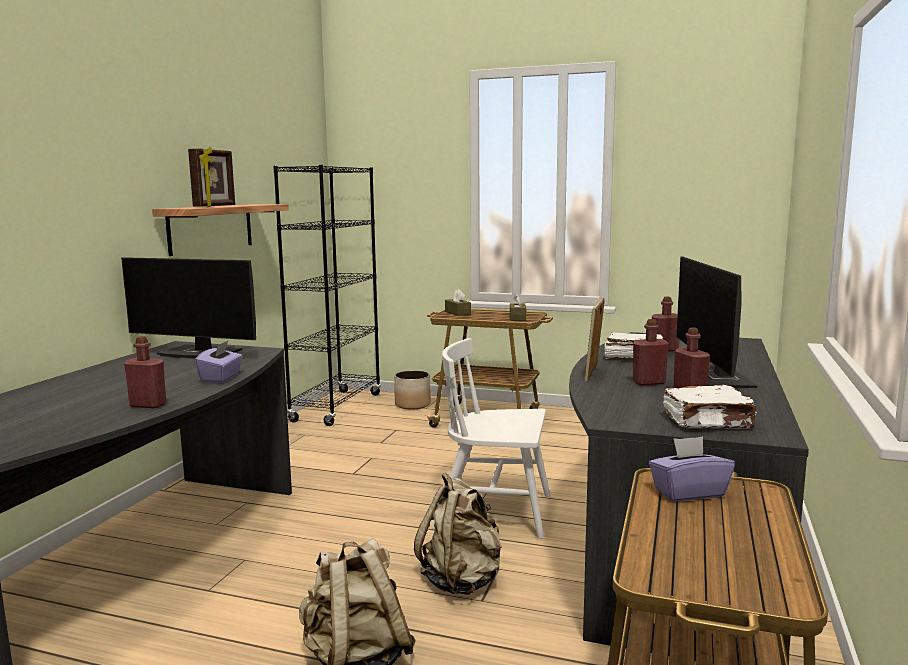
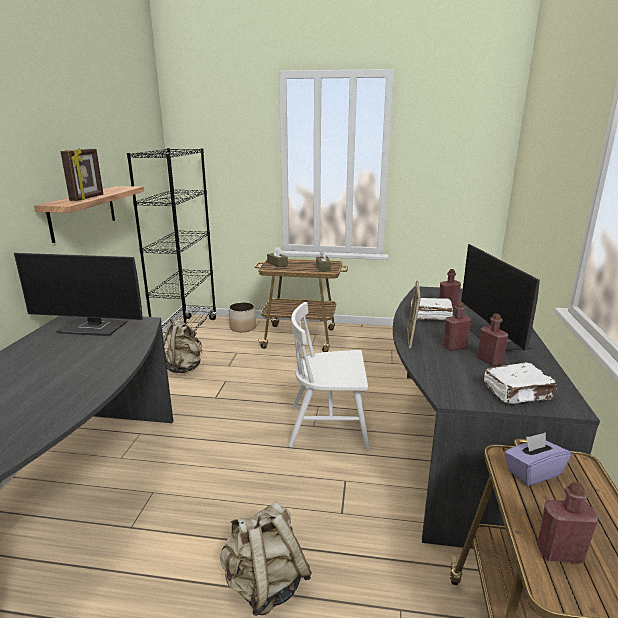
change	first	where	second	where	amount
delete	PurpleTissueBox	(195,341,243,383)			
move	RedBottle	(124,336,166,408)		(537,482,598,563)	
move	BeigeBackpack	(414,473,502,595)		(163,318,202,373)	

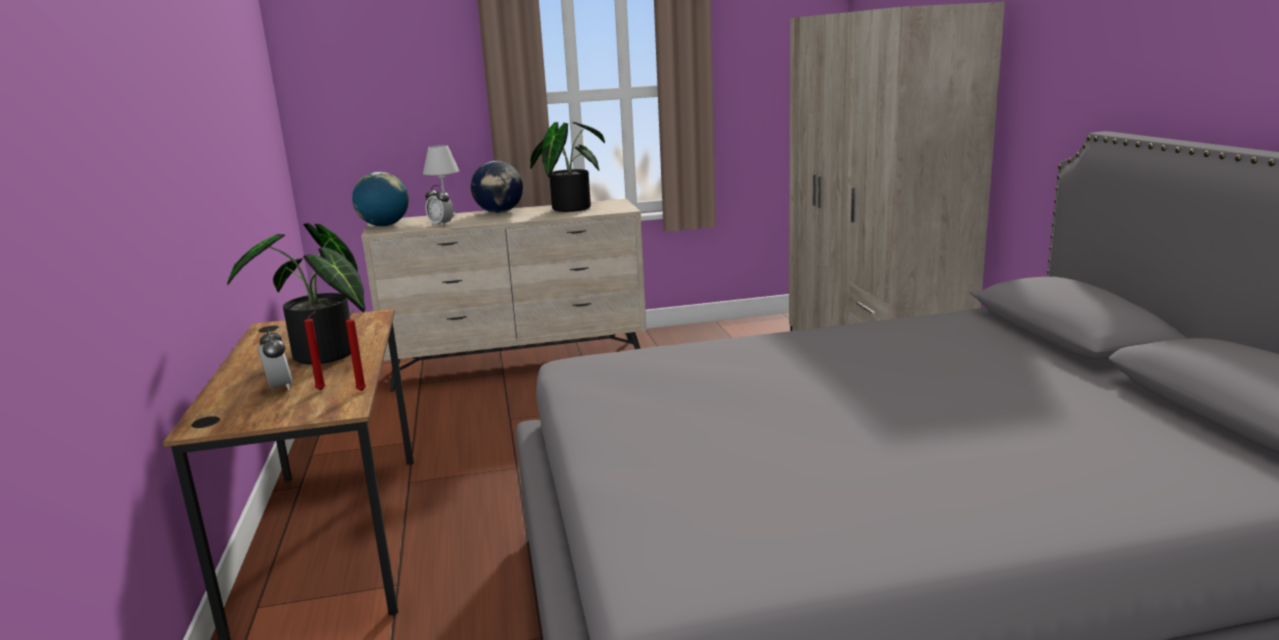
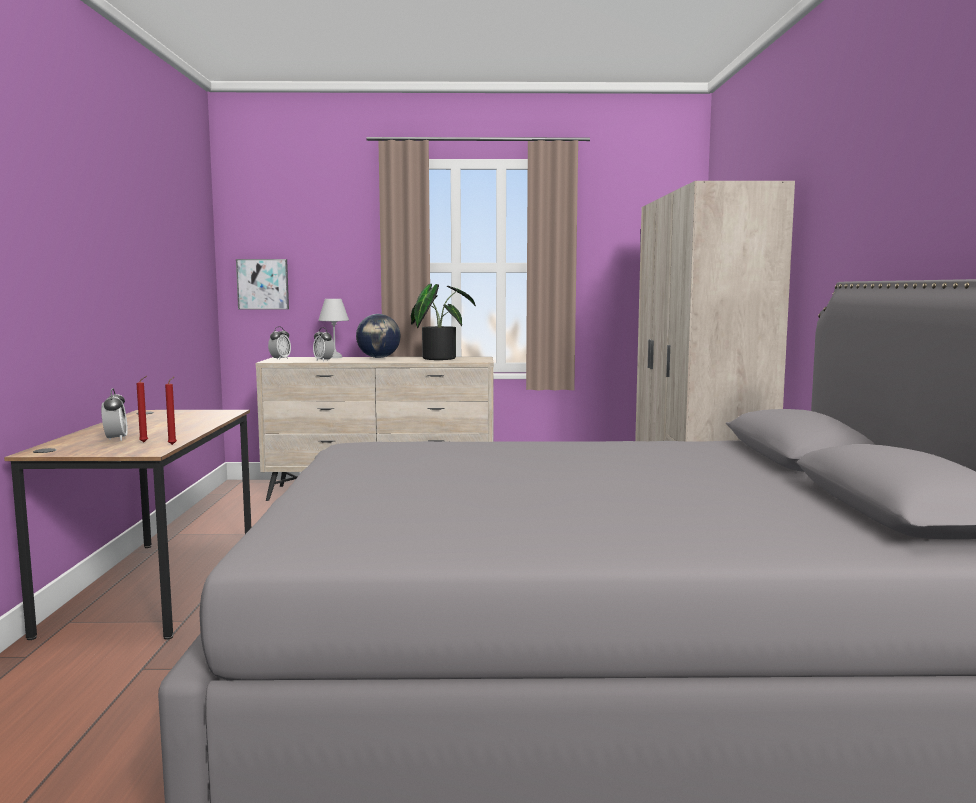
change	first	where	second	where	amount
delete	PottedPlant	(227,223,365,364)			
insert			Picture	(236,259,289,309)	
replace	Globe	(352,172,409,226)	AlarmClock	(268,326,291,360)	

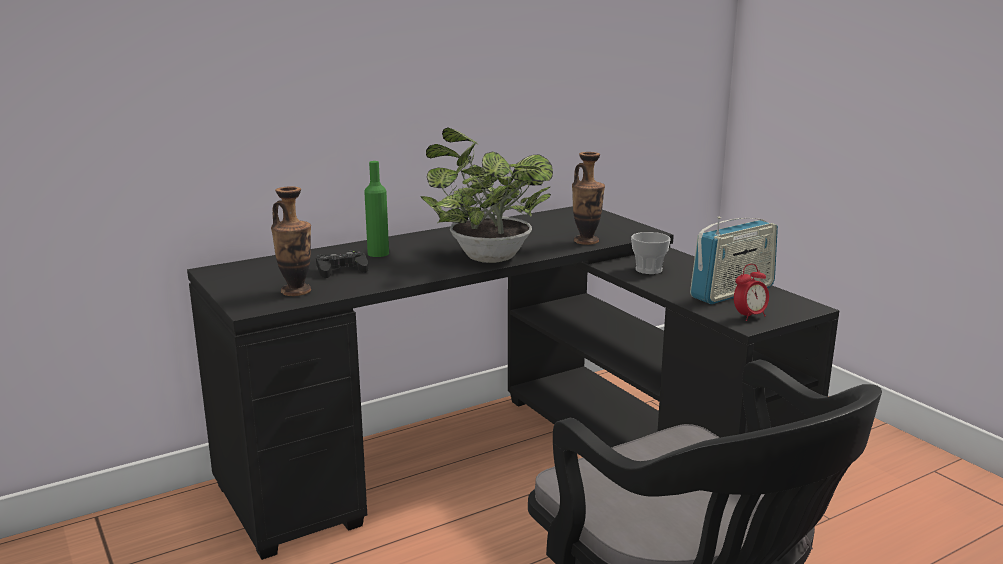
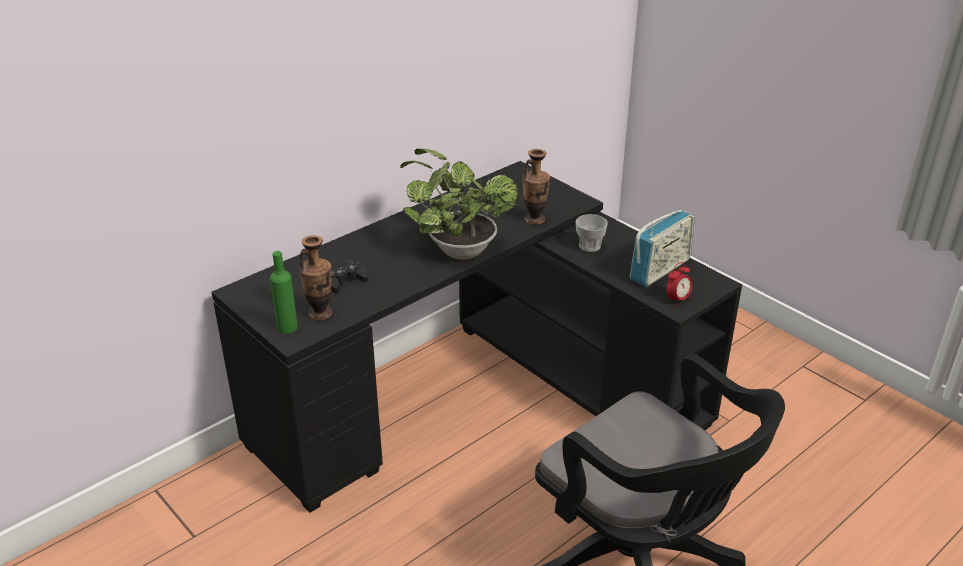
change	first	where	second	where	amount
move	GreenBottle	(364,161,389,257)		(270,251,298,334)	

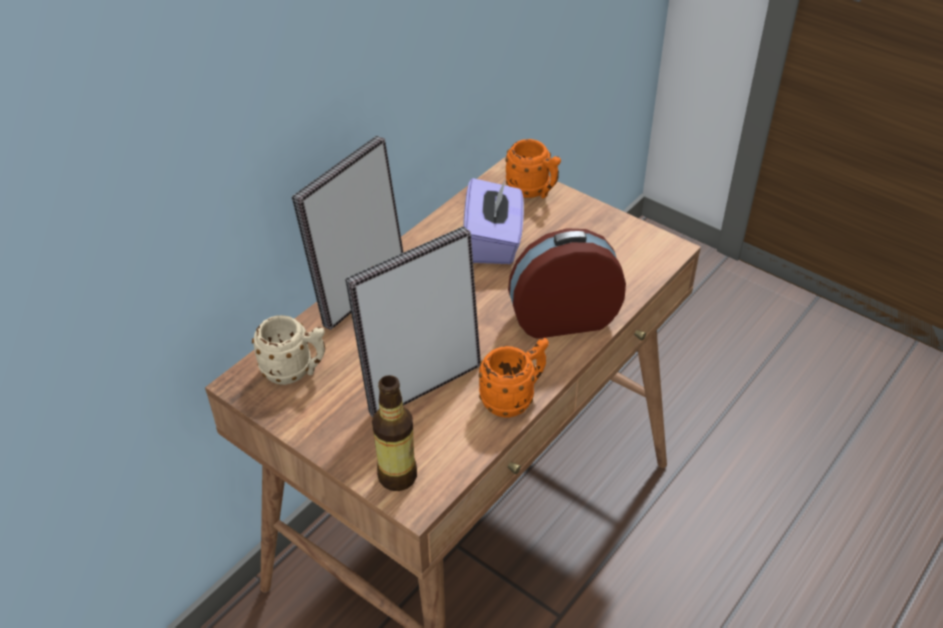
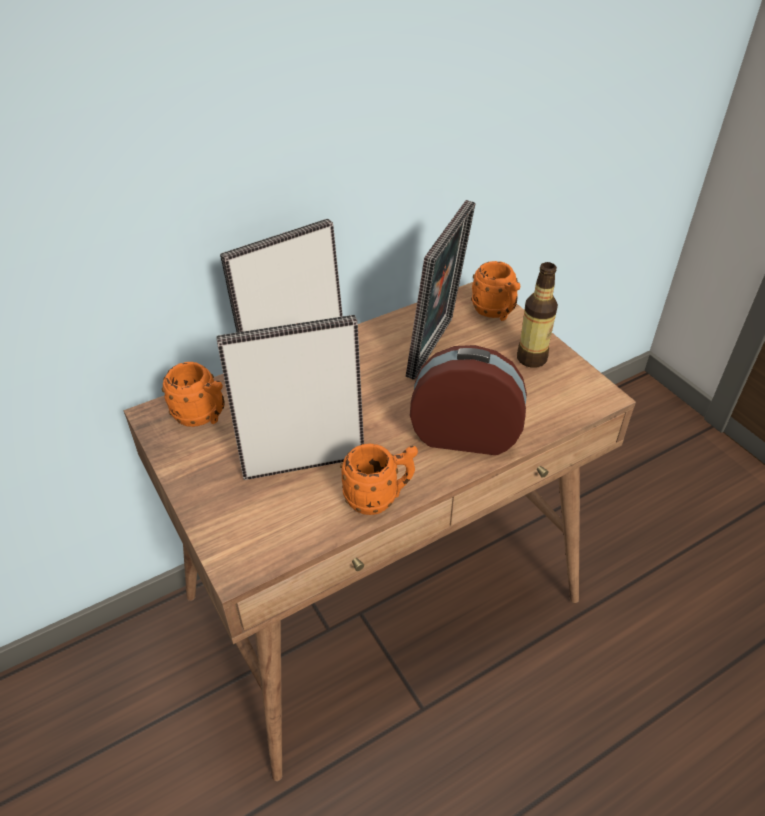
change	first	where	second	where	amount
move	Bottle	(372,375,417,491)		(517,262,558,368)	
replace	PurpleTissueBox	(463,178,524,264)	PictureFrame	(406,200,475,380)	
recolor	BeigeMug	(252,315,325,385)	OrangeMug	(162,362,225,427)	

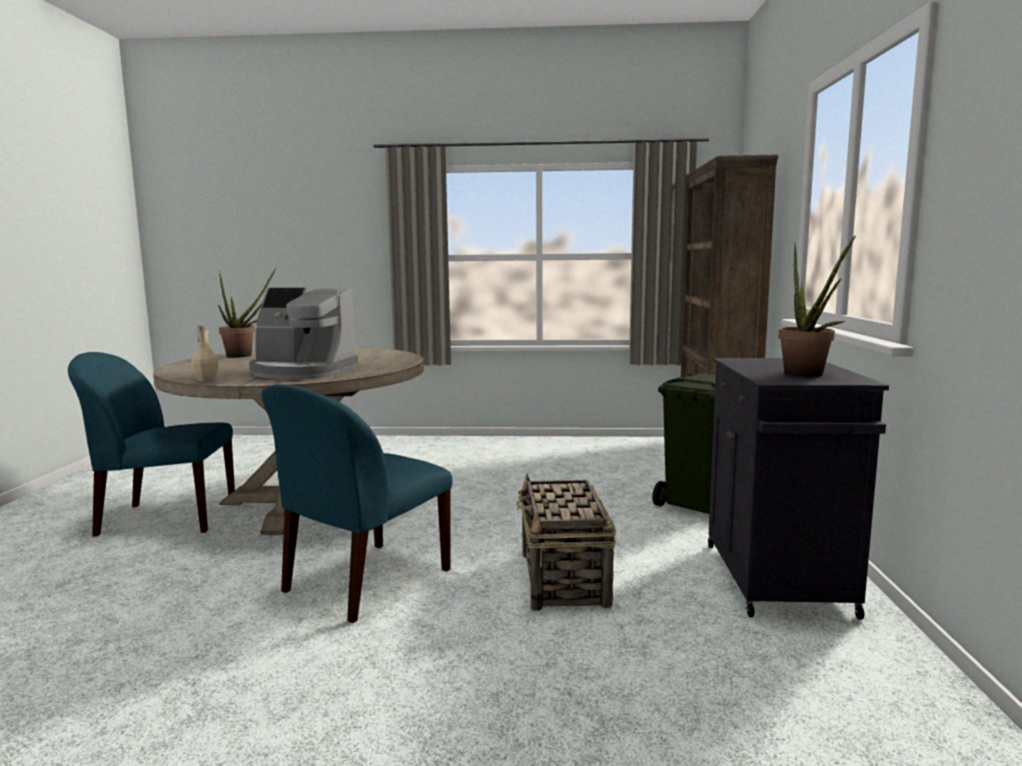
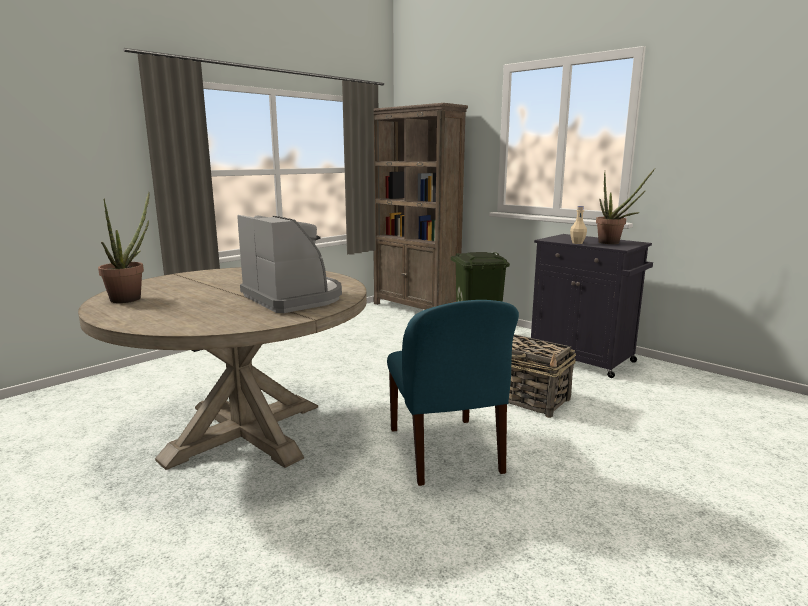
change	first	where	second	where	amount
delete	BlueChair	(68,352,235,537)			
move	BeigeBottle	(191,325,219,382)		(570,206,587,244)	
rotate	CoffeeMachine	(249,288,358,379)		(237,215,342,313)	90 degrees counterclockwise

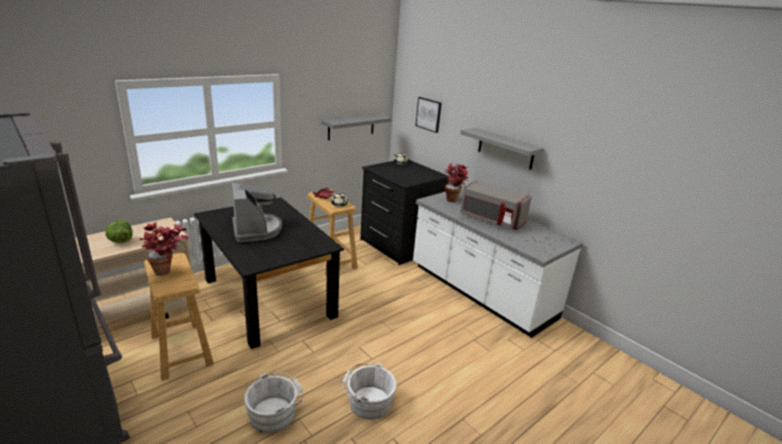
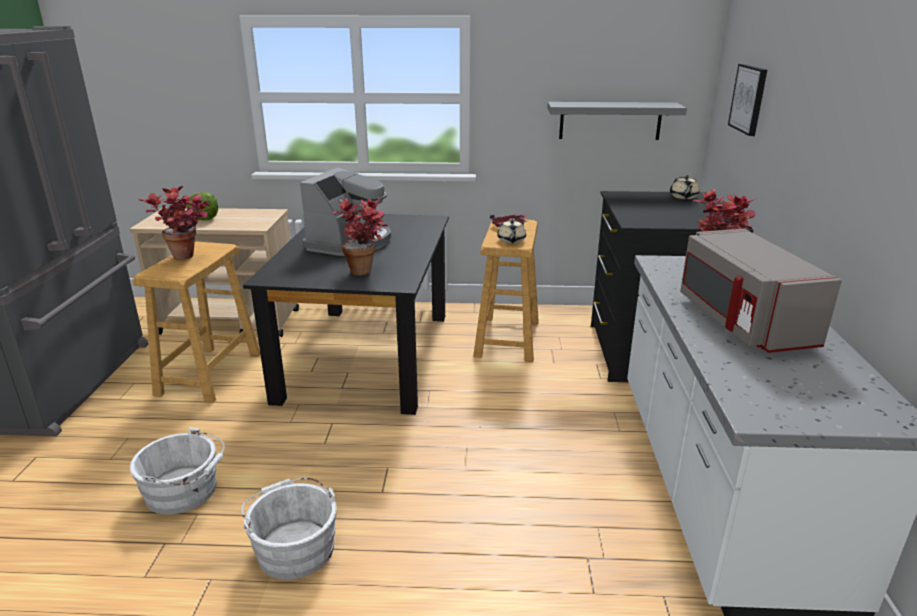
change	first	where	second	where	amount
delete	GreyShelf	(460,128,544,170)			
insert			PottedPlant	(332,198,388,276)	

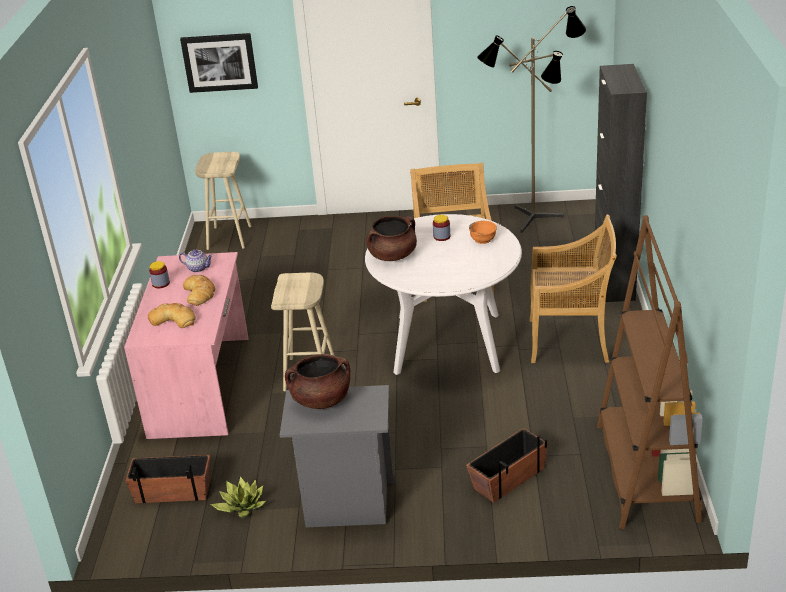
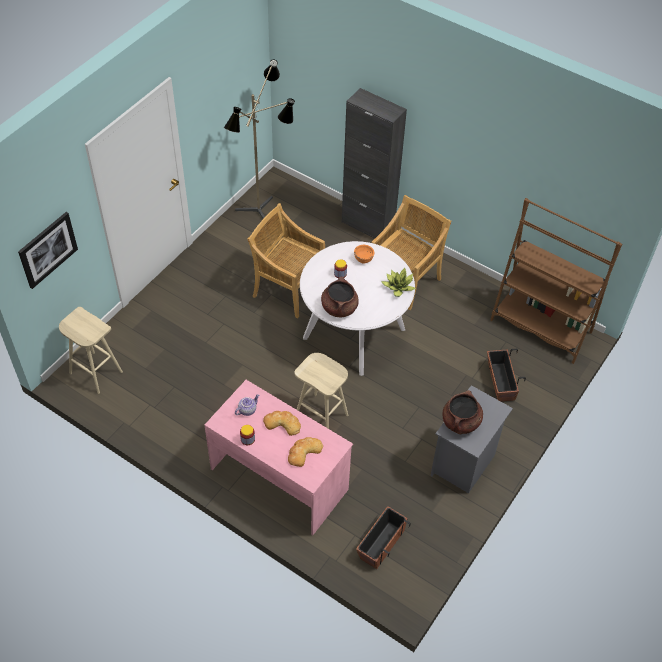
change	first	where	second	where	amount
move	PottedPlant	(210,476,266,518)		(381,268,416,297)	

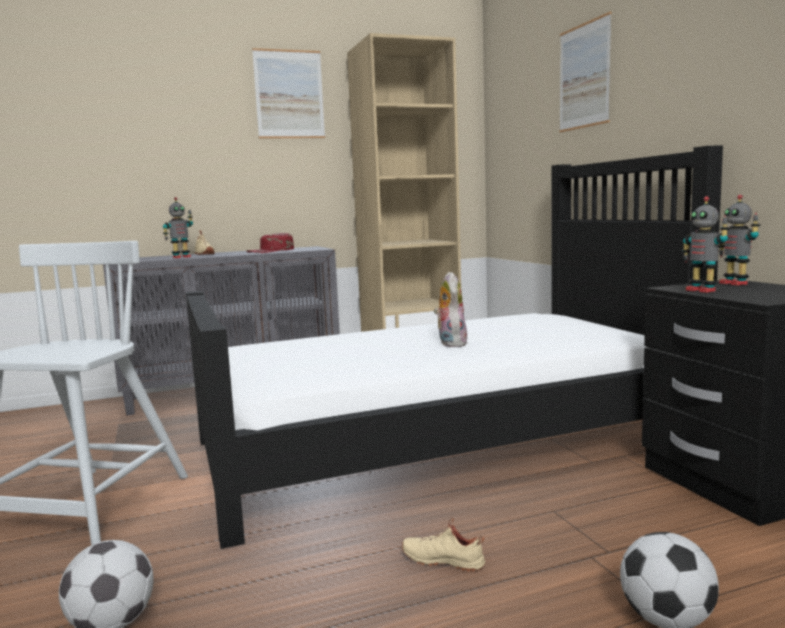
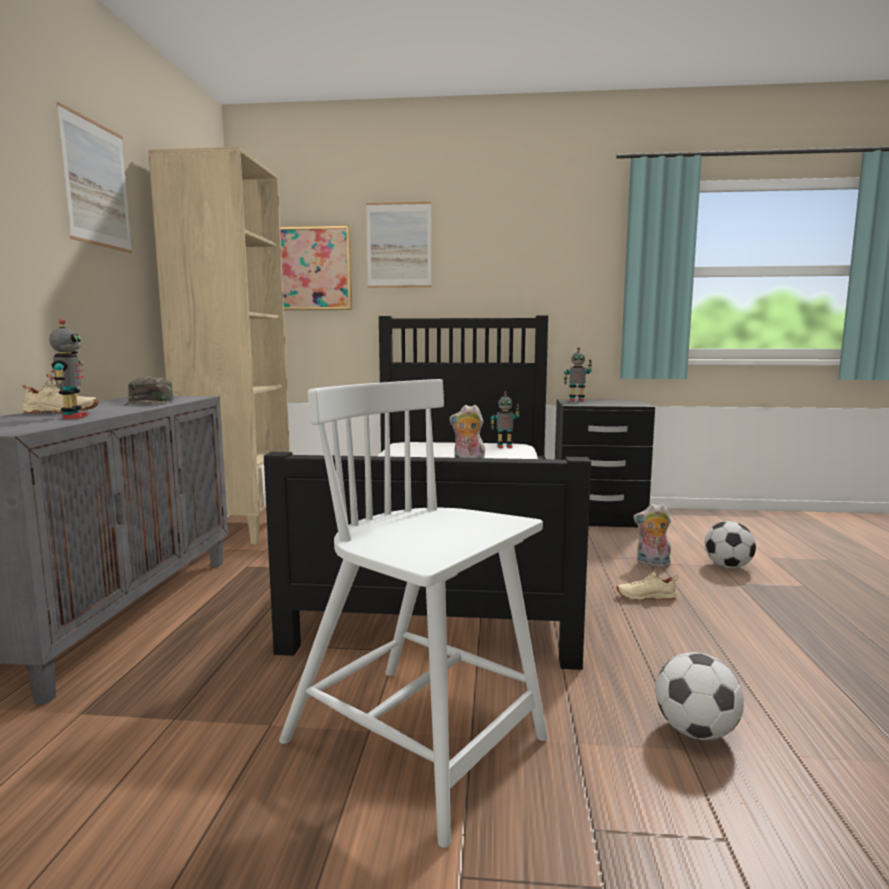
change	first	where	second	where	amount
insert			Picture	(280,226,352,310)	
insert			PlushToy	(633,504,671,568)	
move	ToyRobot	(682,196,730,293)		(490,391,520,448)	
recolor	RedCap	(246,233,294,253)	GreenCap	(124,377,174,405)	
rotate	BeigeShoe	(402,518,485,572)		(617,566,678,601)	45 degrees clockwise

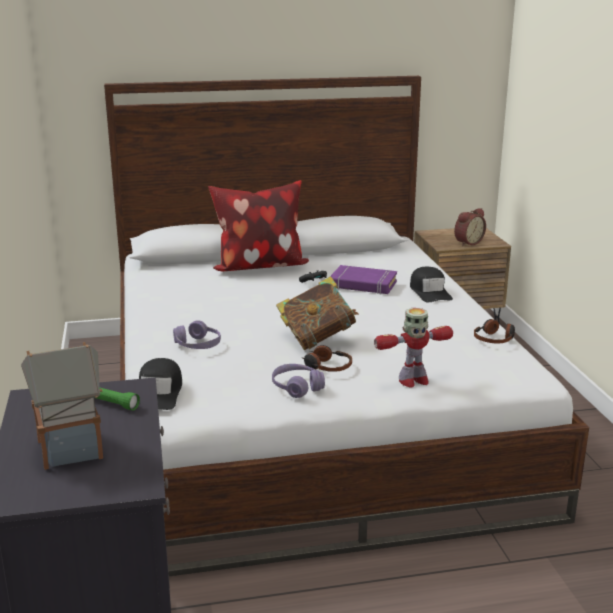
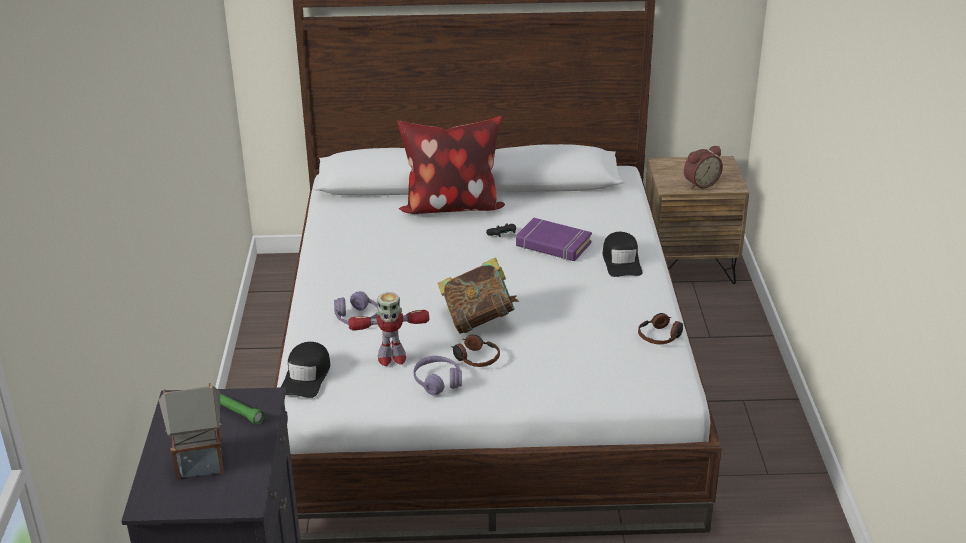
change	first	where	second	where	amount
move	ToyRobot	(374,308,453,388)		(348,292,429,366)	

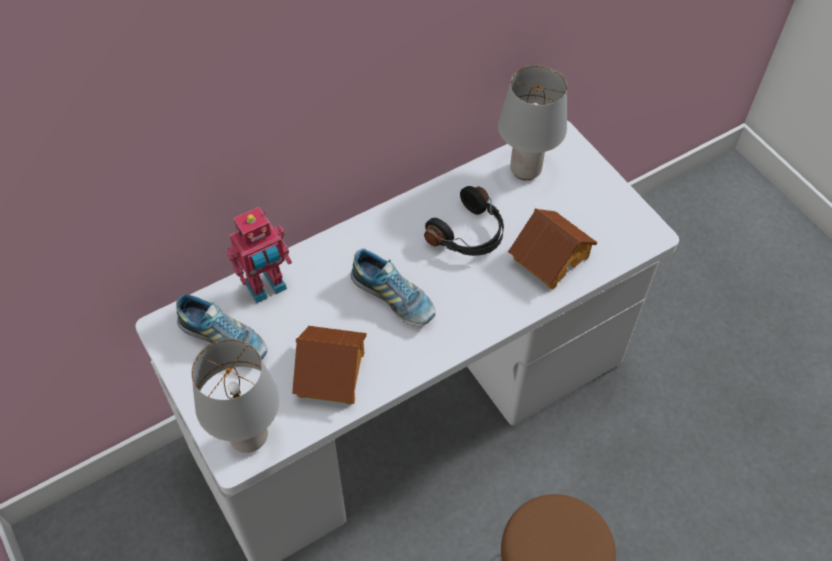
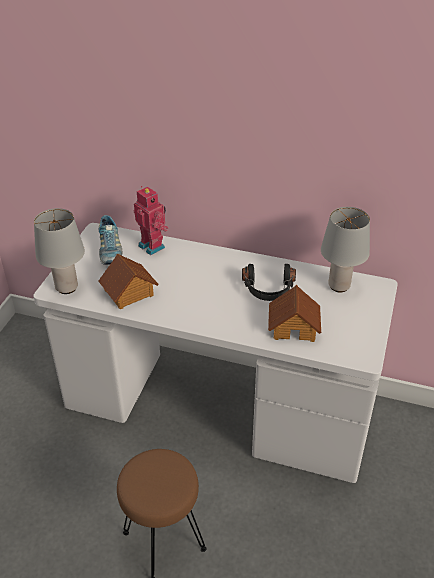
change	first	where	second	where	amount
delete	Shoe	(351,248,436,326)			
rotate	ToyRobot	(227,207,292,303)		(134,186,168,256)	150 degrees counterclockwise

